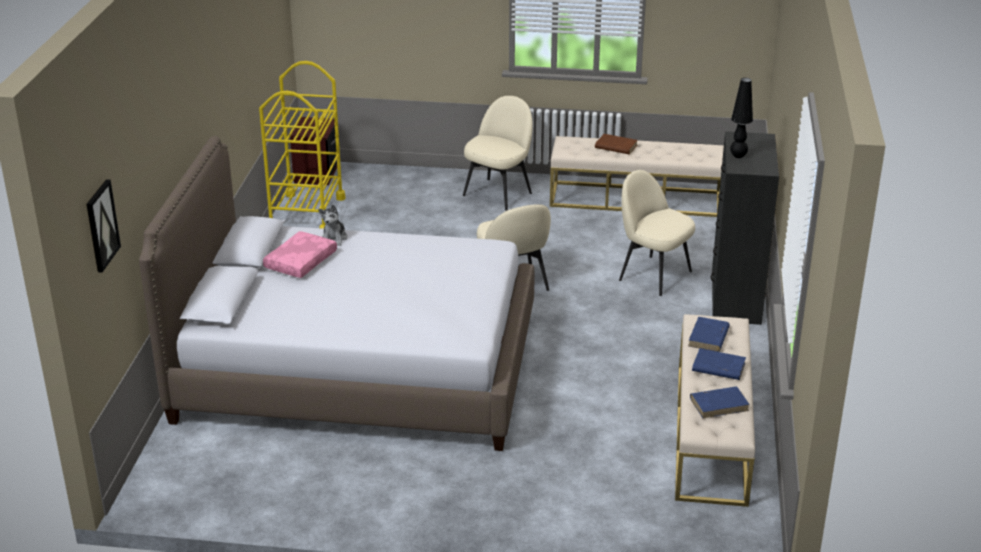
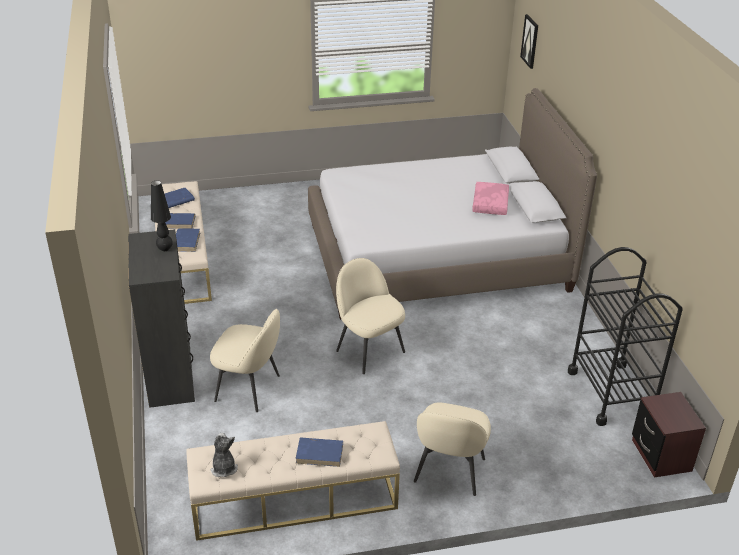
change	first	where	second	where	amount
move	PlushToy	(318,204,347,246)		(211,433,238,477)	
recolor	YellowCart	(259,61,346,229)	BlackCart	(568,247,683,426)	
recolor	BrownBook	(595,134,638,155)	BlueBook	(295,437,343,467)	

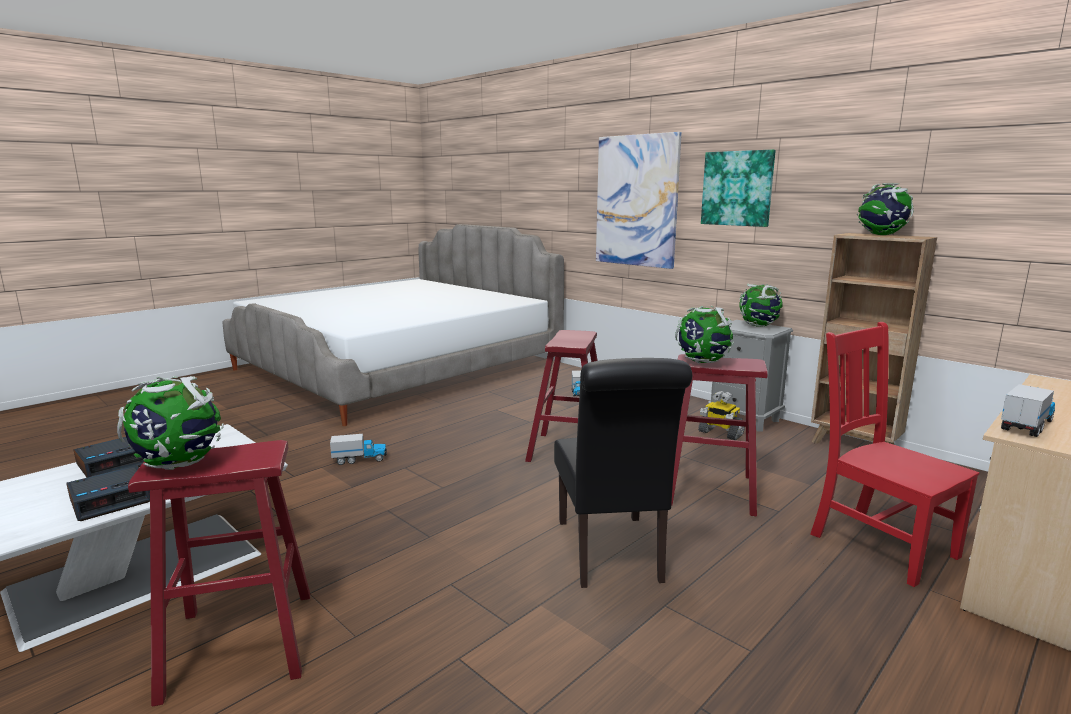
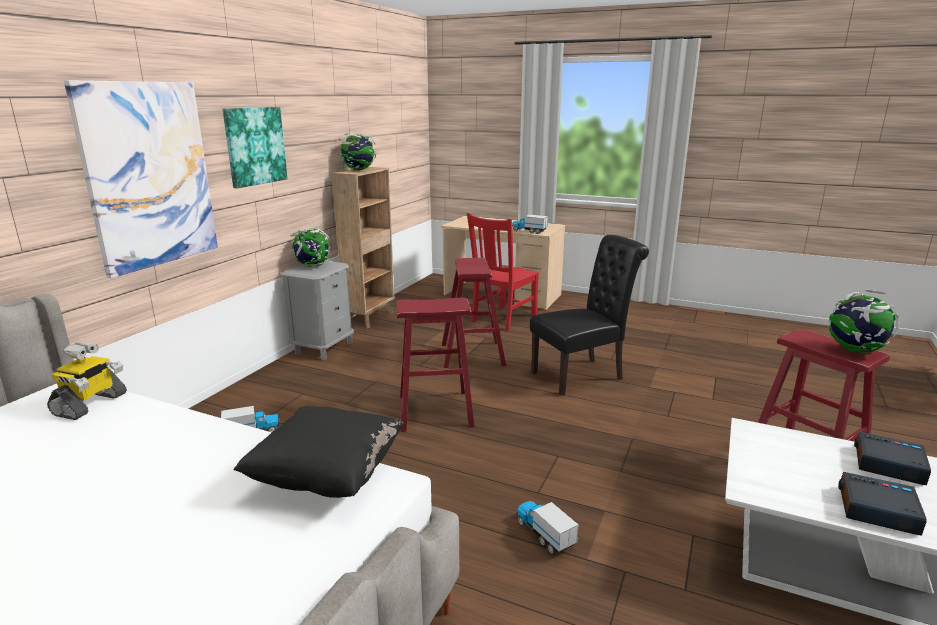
change	first	where	second	where	amount
delete	Globe	(675,306,734,364)			
insert			BlackPillow	(234,406,404,498)	
move	ToyRobot	(698,391,745,440)		(47,342,127,420)	

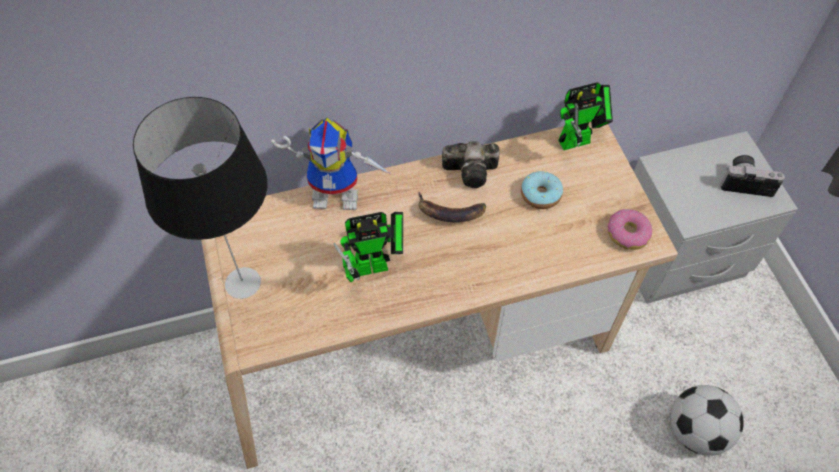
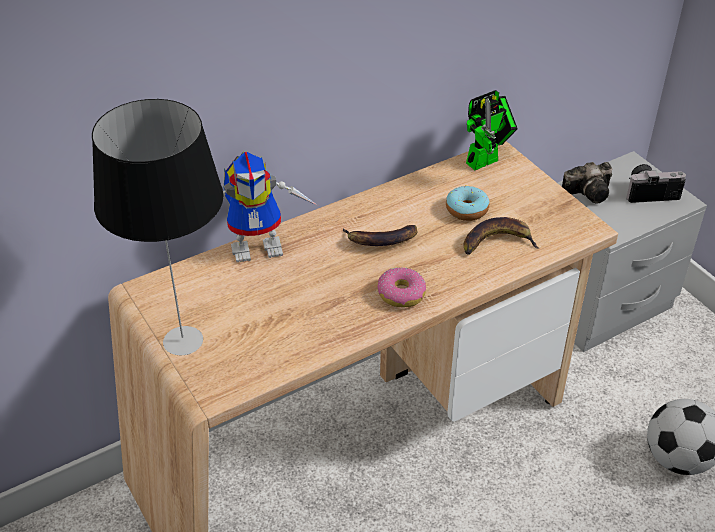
change	first	where	second	where	amount
delete	ToyRobot	(334,212,403,282)			
insert			Banana	(464,217,539,255)	
move	PhotoCamera	(442,141,500,188)		(562,162,612,203)	
move	Donut	(608,209,653,250)		(377,267,426,307)	

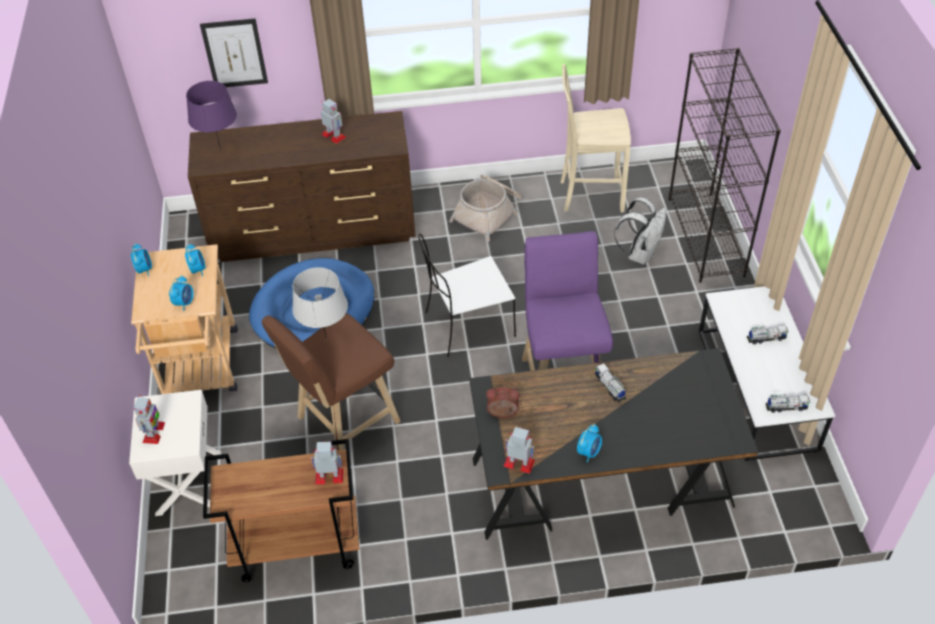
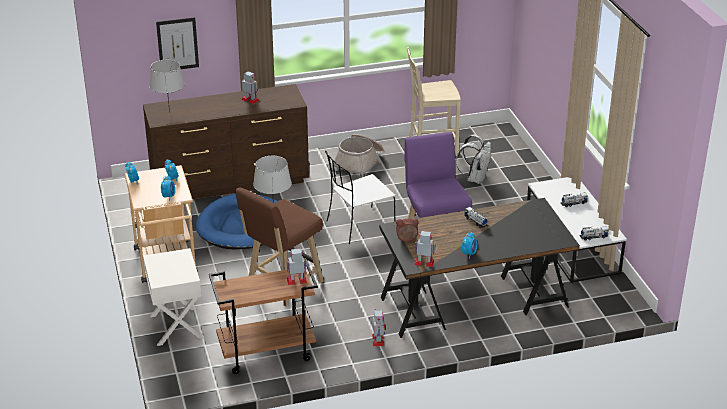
change	first	where	second	where	amount
delete	BlackBookcase	(669,48,781,283)			
move	ToyRobot	(134,395,165,444)		(372,309,385,346)	
recolor	PurpleTableLamp	(186,81,237,150)	GreyTableLamp	(149,60,185,113)	

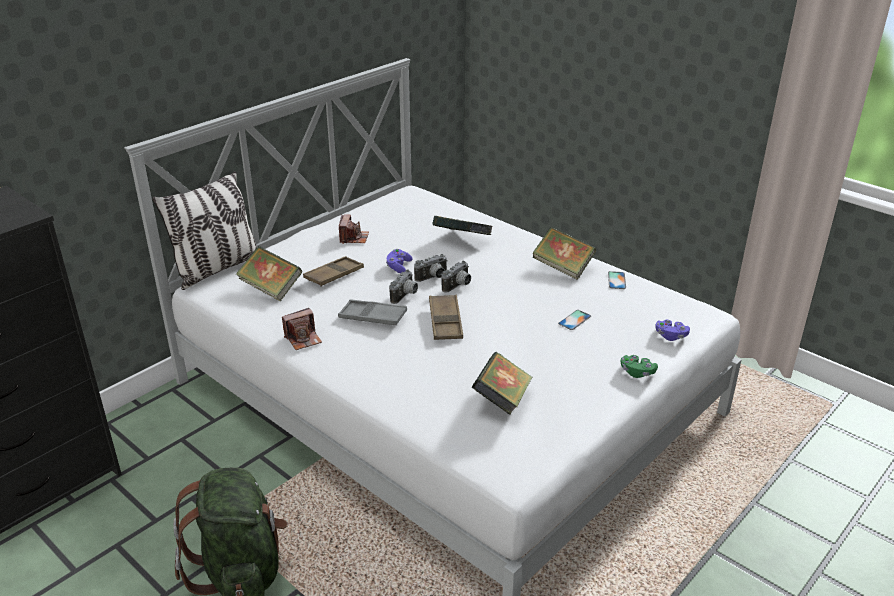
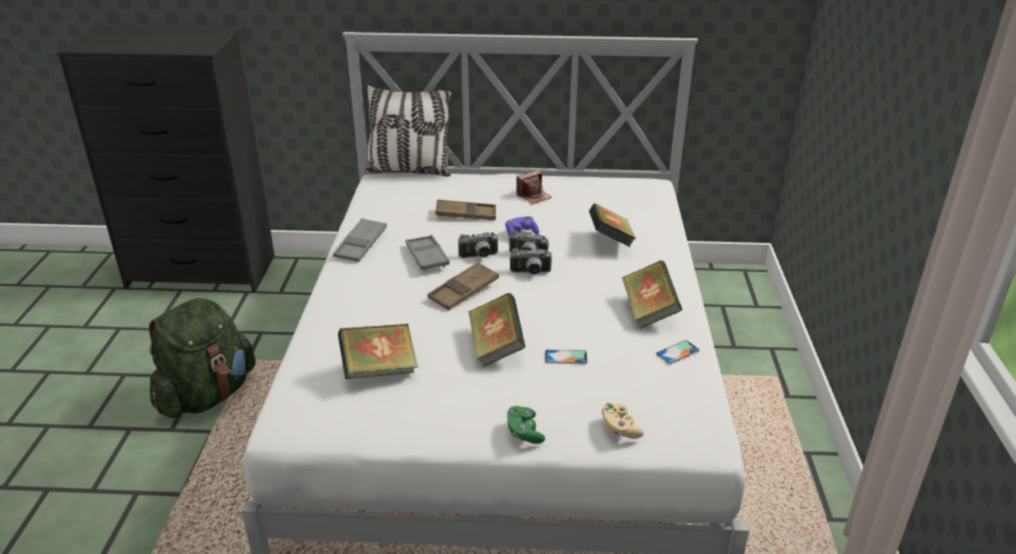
change	first	where	second	where	amount
move	Book	(236,246,302,302)		(469,293,526,367)	
replace	PhotoCamera	(282,308,322,350)	GreyTray	(333,218,387,262)	
recolor	PurpleGameController	(655,320,690,341)	BeigeGameController	(602,402,644,439)	

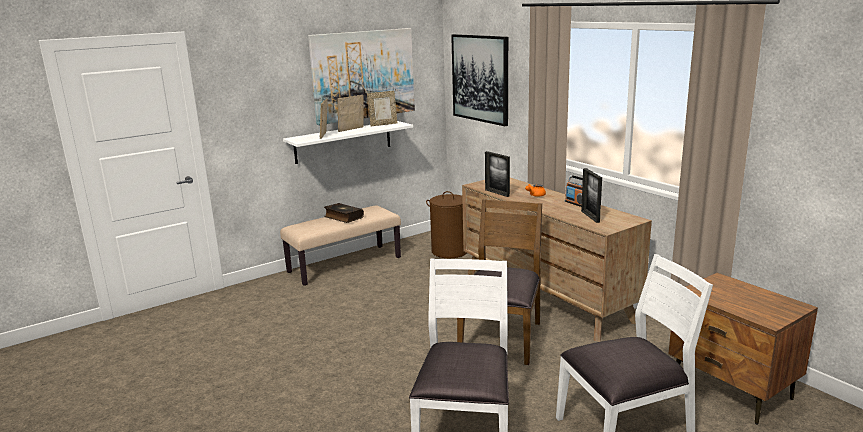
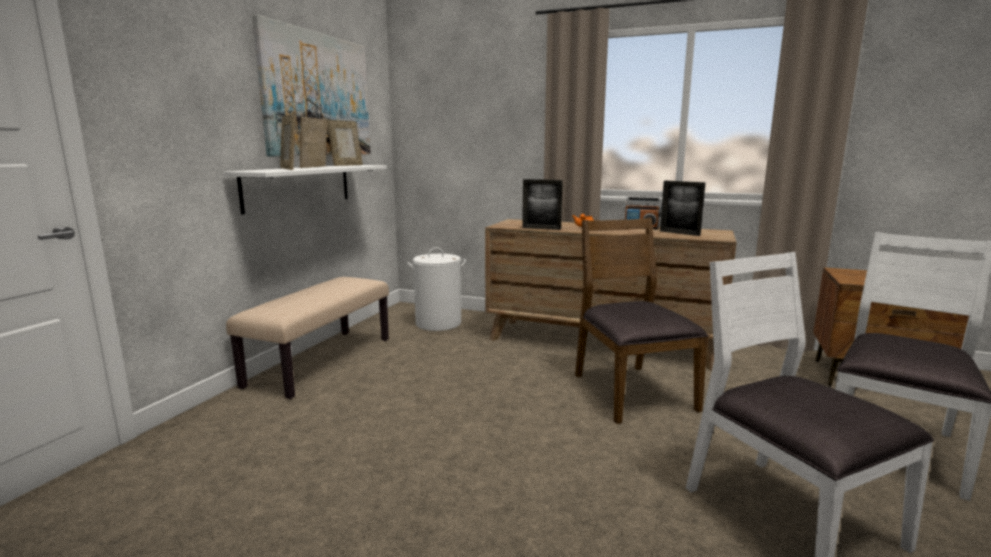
change	first	where	second	where	amount
delete	Book	(324,203,364,223)			
delete	Picture	(451,34,508,126)			
recolor	BrownLaundryBasket	(426,191,467,258)	WhiteLaundryBasket	(407,247,466,331)	

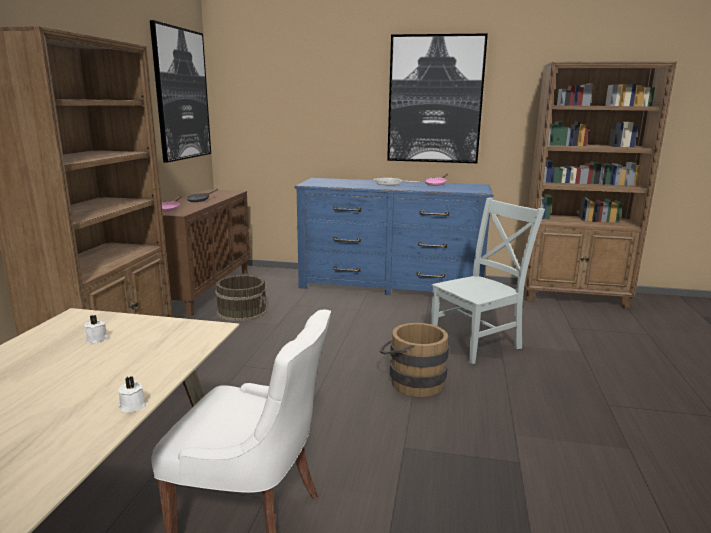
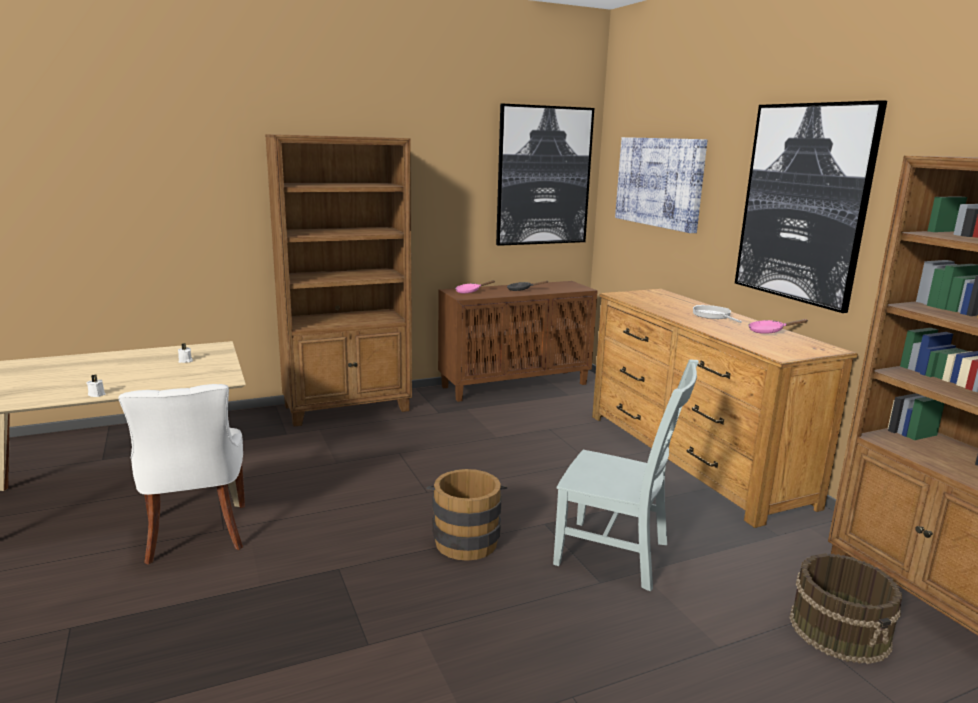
change	first	where	second	where	amount
insert			Picture	(615,137,707,233)	
move	BrownBucket	(215,275,267,321)		(789,553,902,664)	
recolor	BlueDresser	(295,178,493,295)	BrownDresser	(592,289,858,528)	

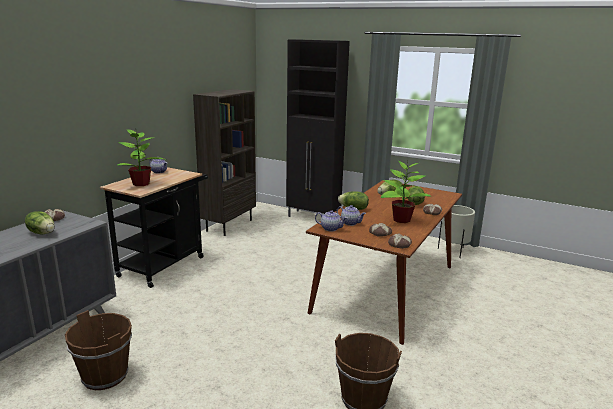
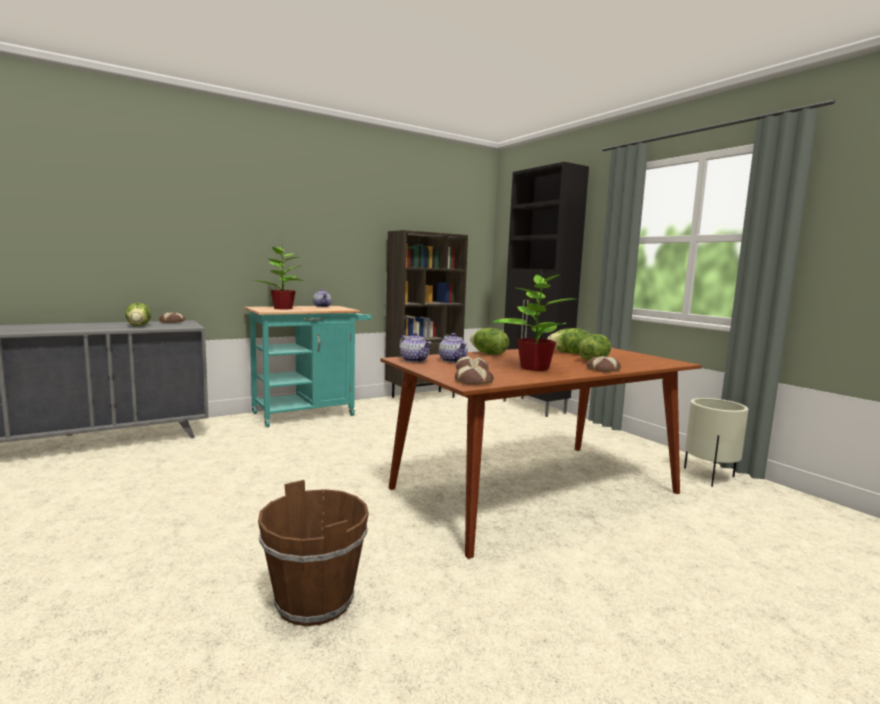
change	first	where	second	where	amount
delete	BrownBucket	(65,310,132,390)			
recolor	BlackCart	(100,167,208,288)	TurquoiseCart	(244,306,372,427)	

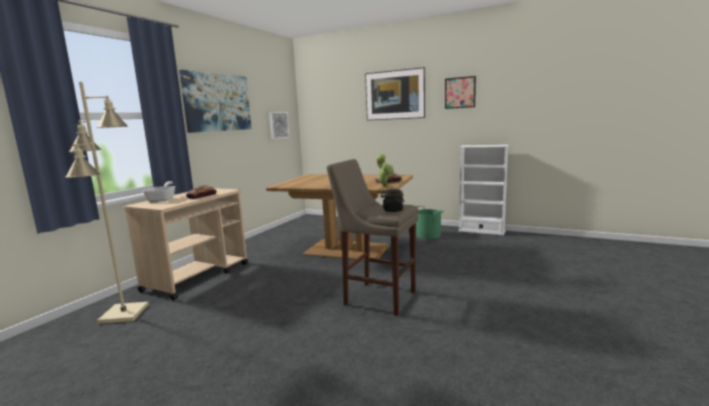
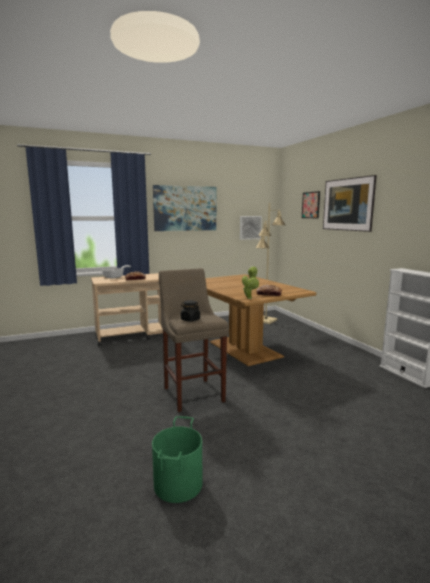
change	first	where	second	where	amount
move	BeigeFloorLamp	(66,82,149,324)		(255,203,285,324)	
move	GreenBucket	(416,206,444,239)		(152,416,203,503)	
move	Picture	(445,76,476,109)		(302,191,320,218)	

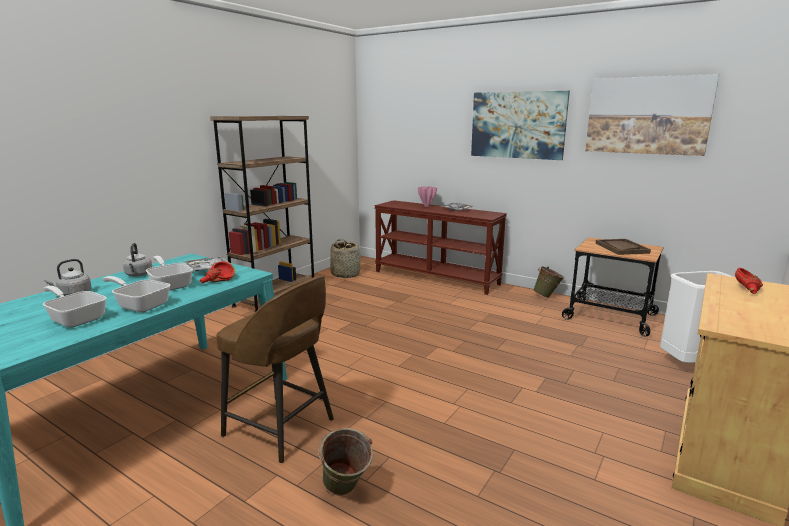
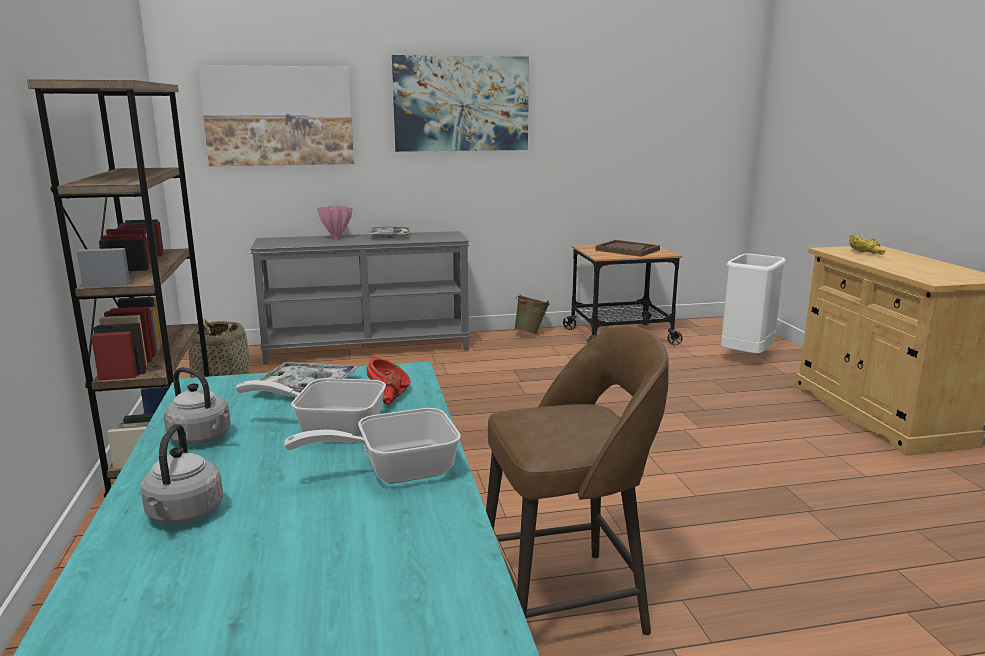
change	first	where	second	where	amount
delete	FryingPan	(43,286,107,327)			
delete	GreenBucket	(318,428,373,496)			
move	Picture	(585,74,719,156)		(198,65,354,166)	
recolor	BrownConsoleTable	(374,200,507,295)	GreyConsoleTable	(250,231,470,364)	
recolor	RedBowl	(735,268,763,294)	YellowBowl	(849,234,885,255)	

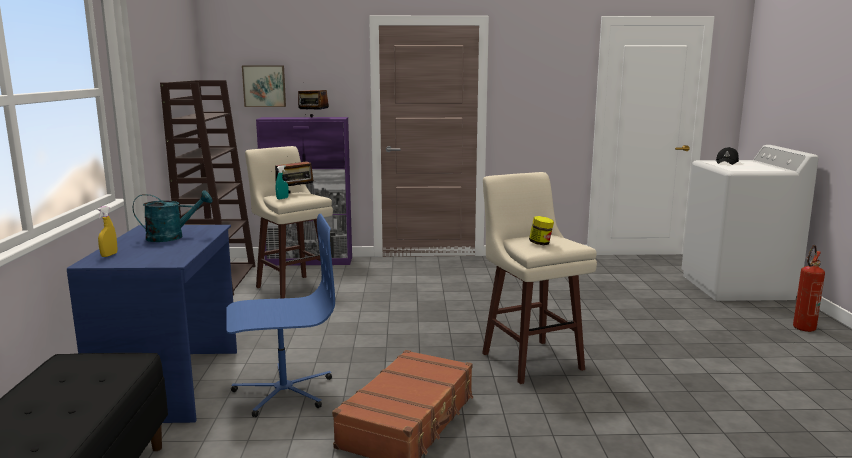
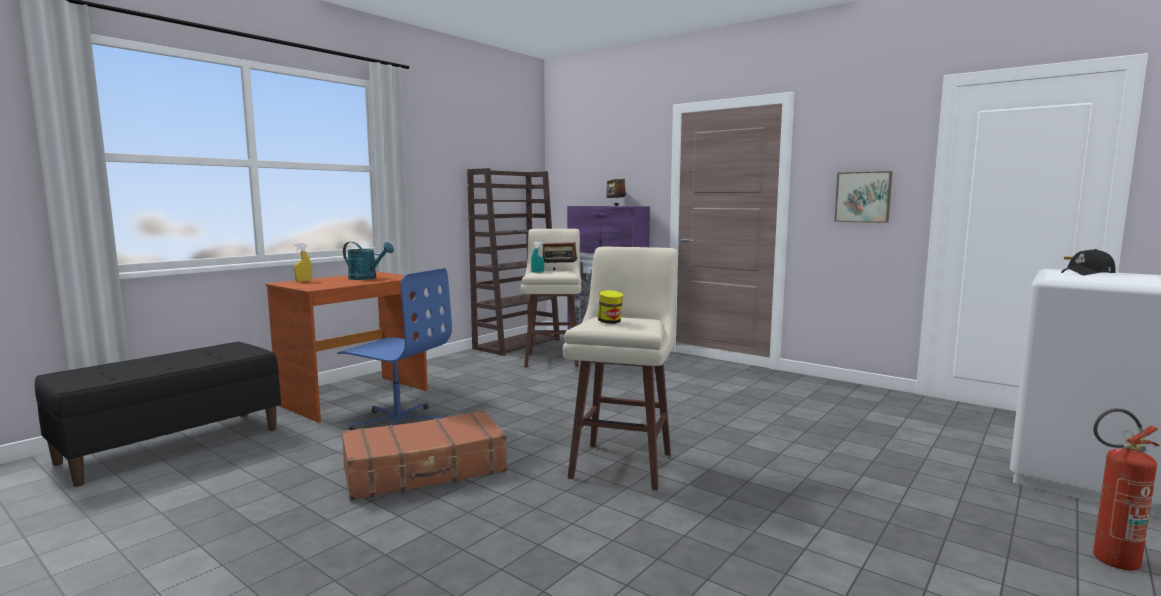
change	first	where	second	where	amount
move	Picture	(242,66,286,107)		(834,171,892,223)	
recolor	BlueDesk	(67,225,237,423)	BrownDesk	(265,272,428,423)	

